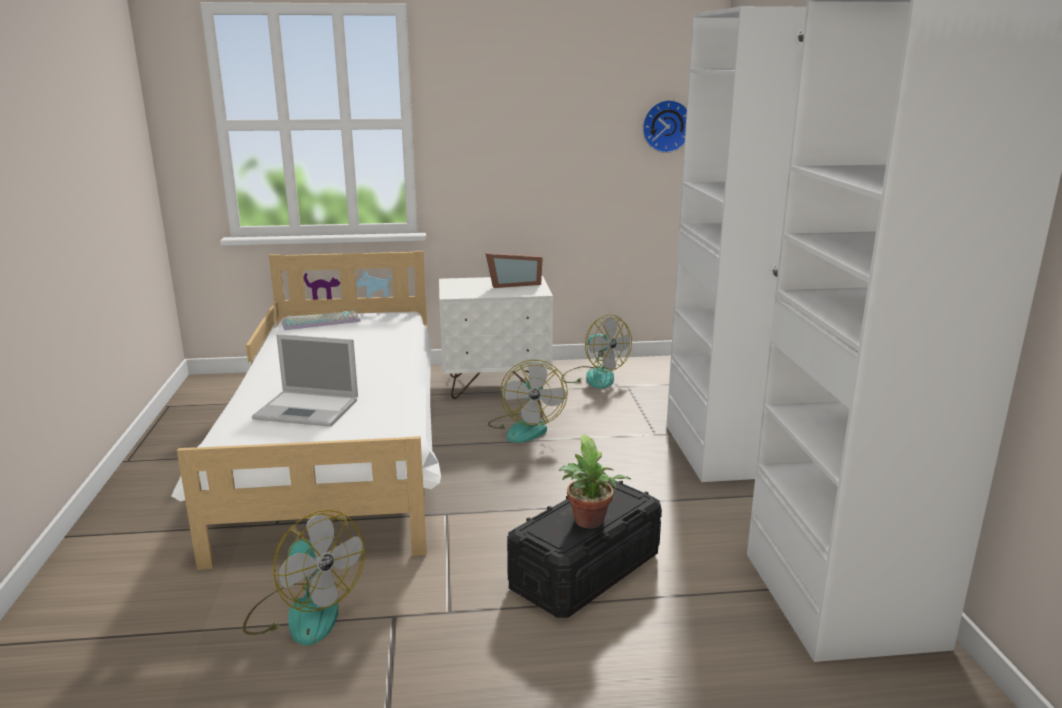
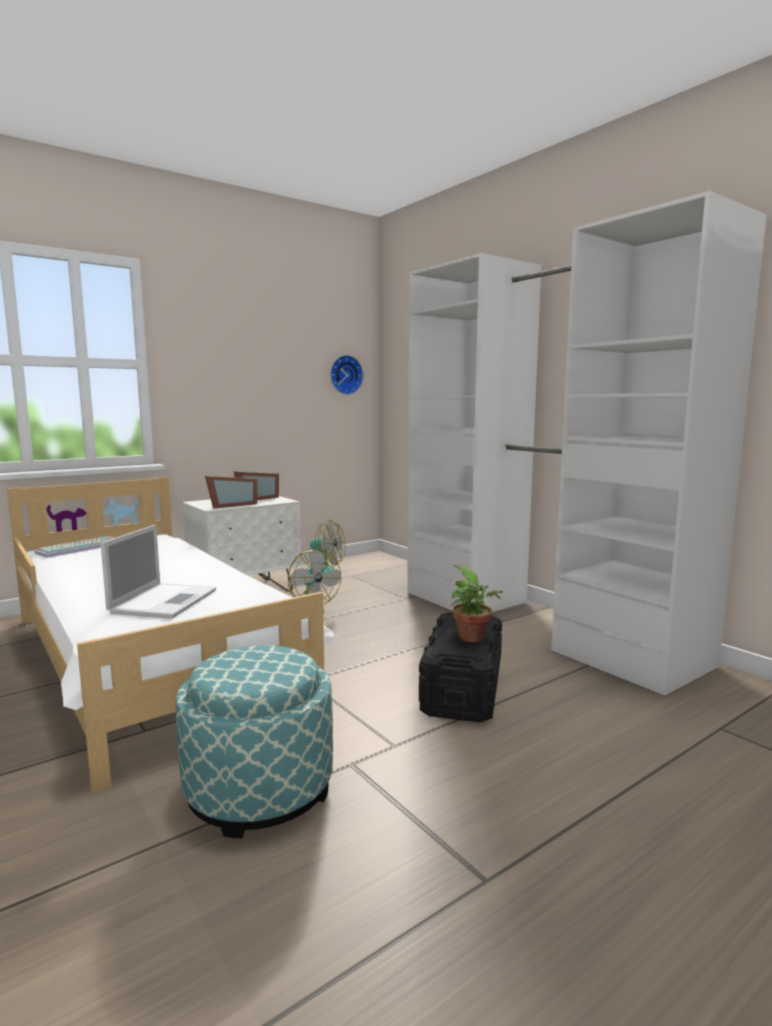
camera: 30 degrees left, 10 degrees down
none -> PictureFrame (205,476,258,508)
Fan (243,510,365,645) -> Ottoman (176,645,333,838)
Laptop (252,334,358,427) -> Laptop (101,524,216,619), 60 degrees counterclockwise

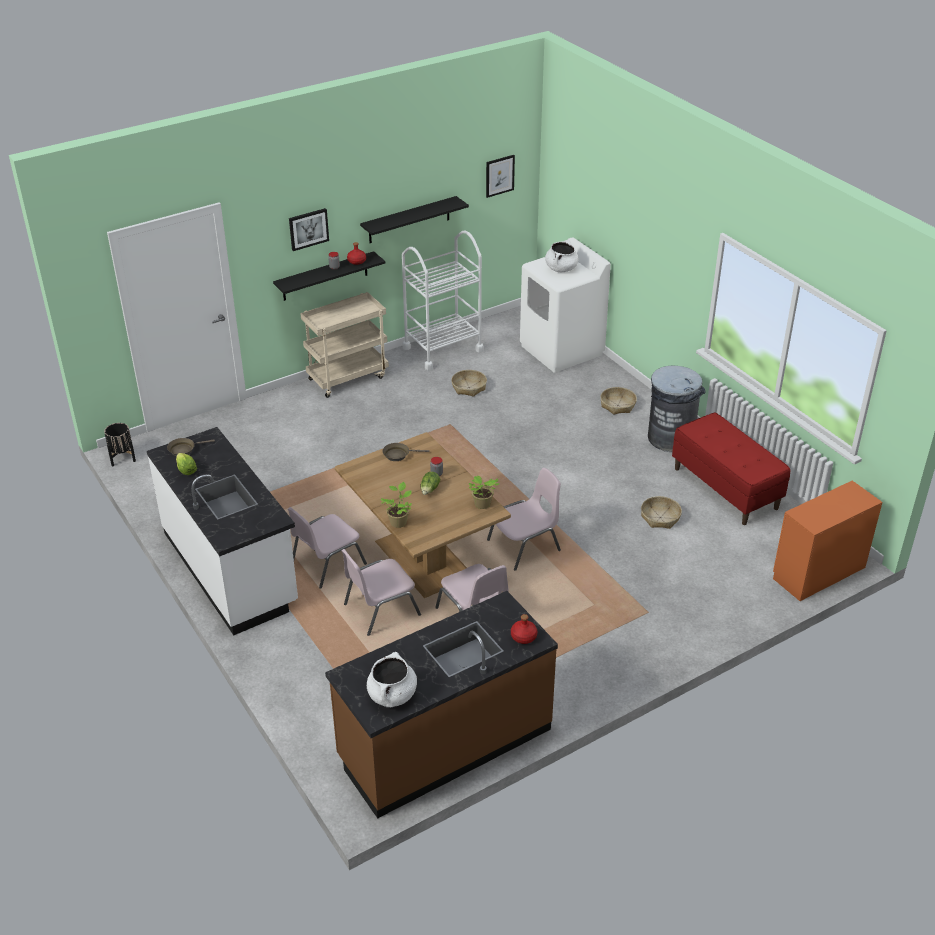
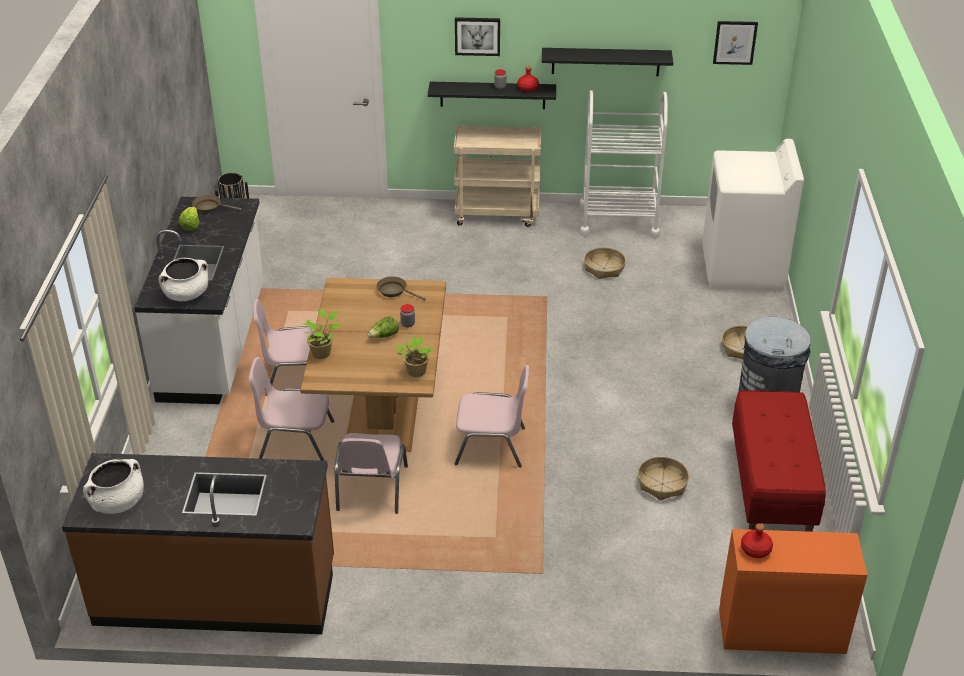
camera: 35 degrees right, 0 degrees up
RedBottle (511,614,538,644) -> RedBottle (741,524,773,558), relocated
WhiteCookingPot (545,240,579,272) -> WhiteCookingPot (159,258,208,301), relocated

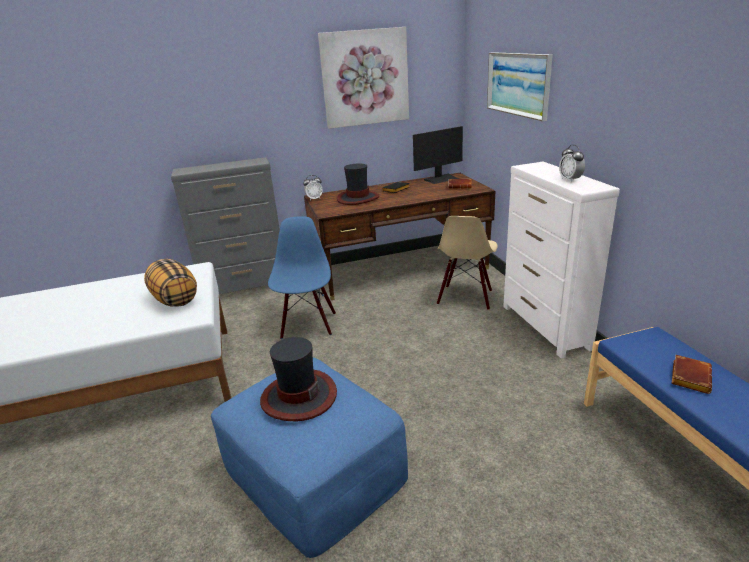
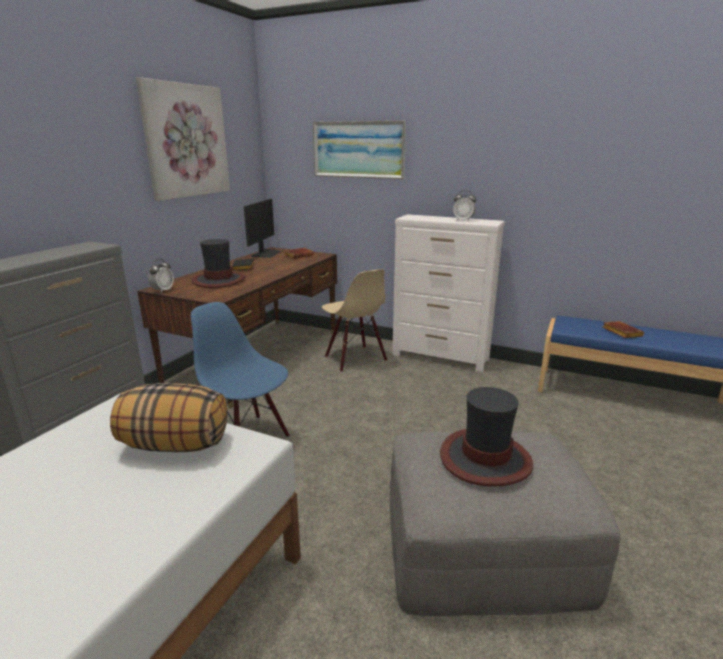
camera: 50 degrees left, 5 degrees down
BlueOttoman (211,358,408,558) -> GreyOttoman (390,432,620,616)

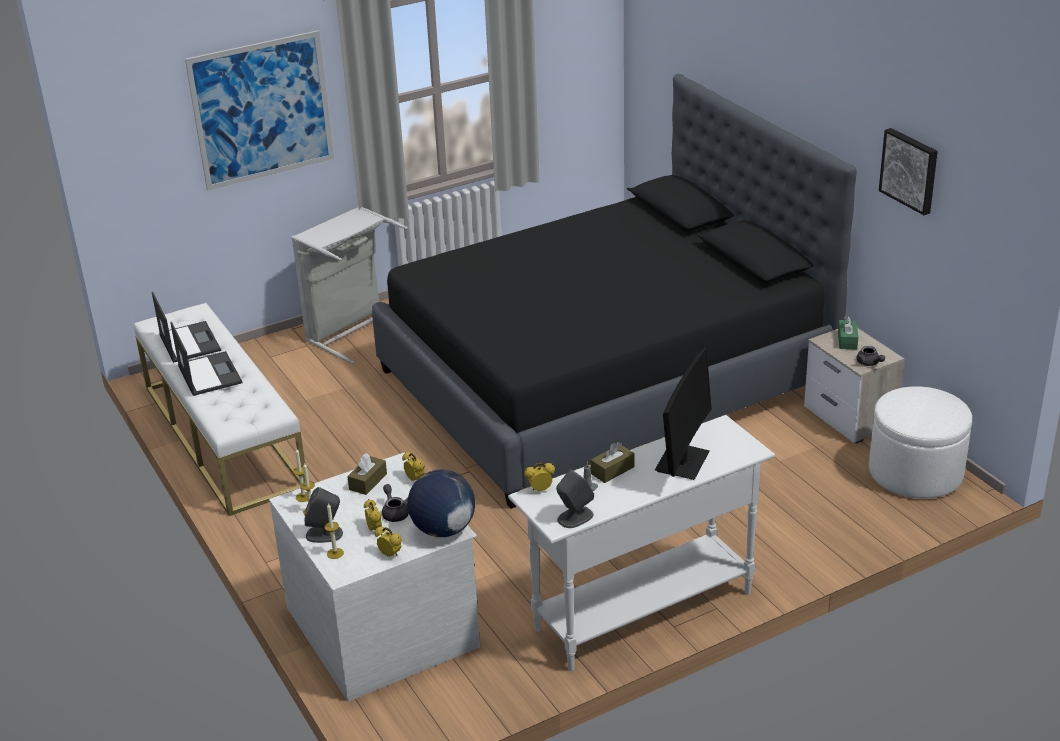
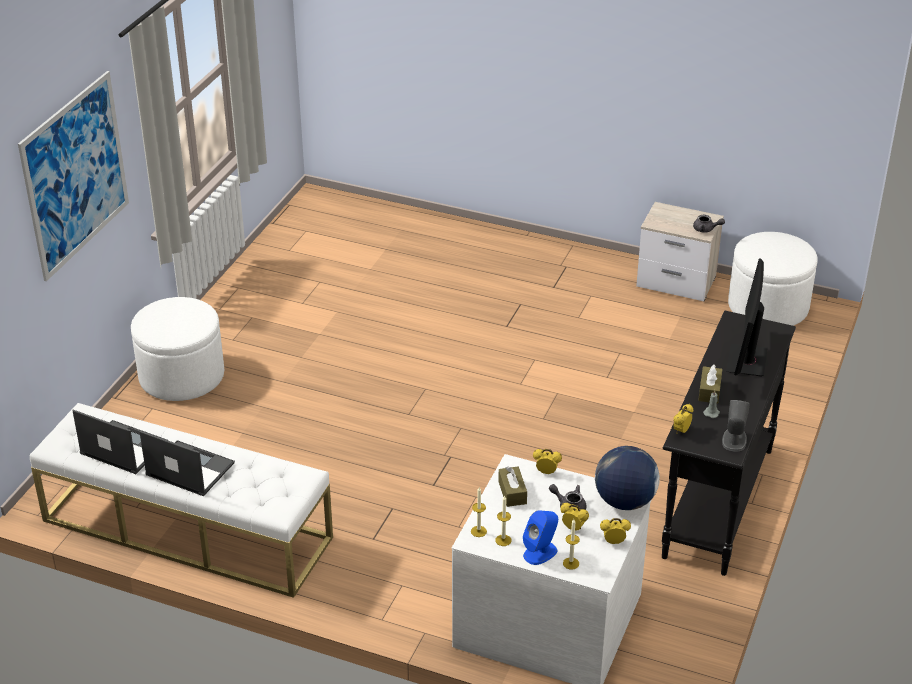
camera: 40 degrees left, 5 degrees up
BlackBed (372,74,857,509) -> none
GreenTissueBox (838,316,858,350) -> none
Picture (879,128,938,215) -> none
GreyLaundryBasket (291,206,408,364) -> WhiteOttoman (131,297,224,401)
GreySpeaker (304,487,343,543) -> BlueSpeaker (523,510,558,565)
WhiteConsoleTable (508,415,775,671) -> BlackConsoleTable (662,311,796,576)
Monitor (655,348,712,480) -> Monitor (726,258,768,377), 150 degrees counterclockwise

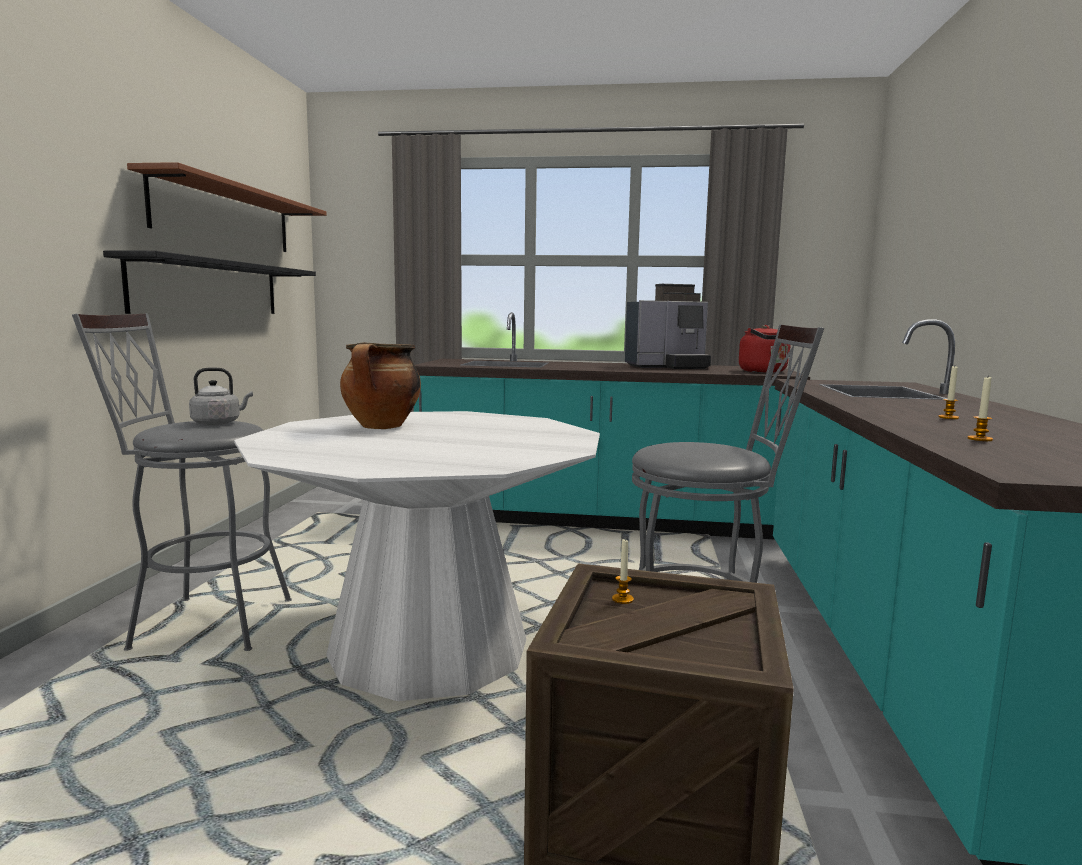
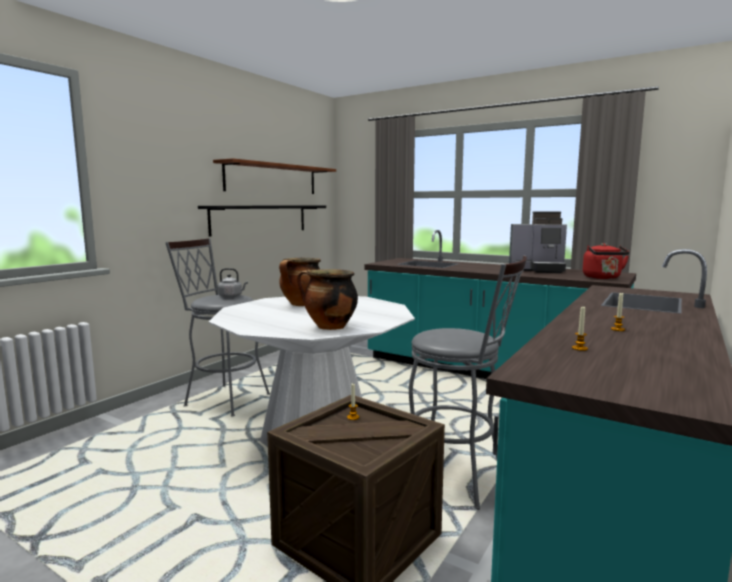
camera: 25 degrees right, 0 degrees up
none -> CookingPot (297,269,358,330)

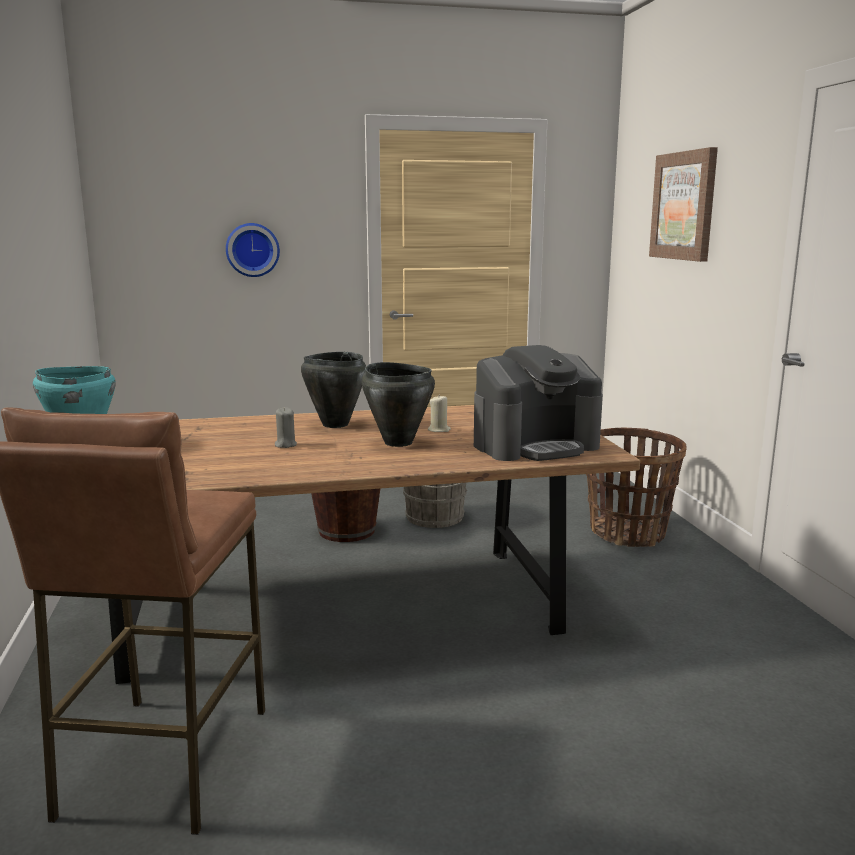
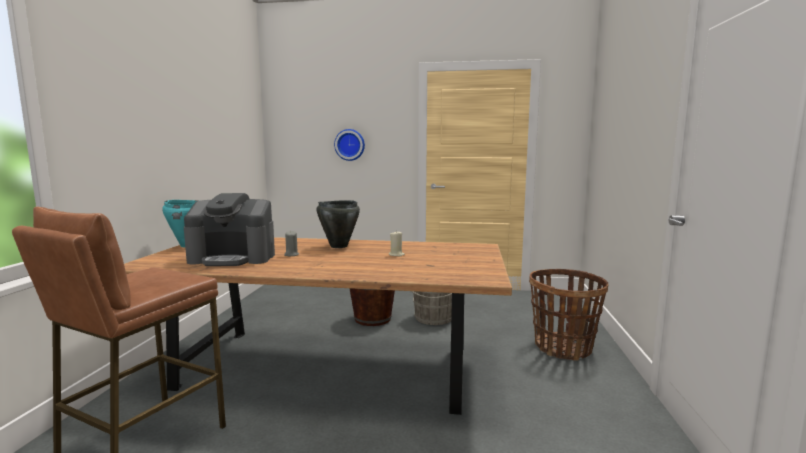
camera: 20 degrees right, 5 degrees down
BlackCookingPot (361,362,435,447) -> none
Picture (649,147,718,262) -> none
CoffeeMachine (474,345,603,461) -> CoffeeMachine (184,193,275,266), relocated

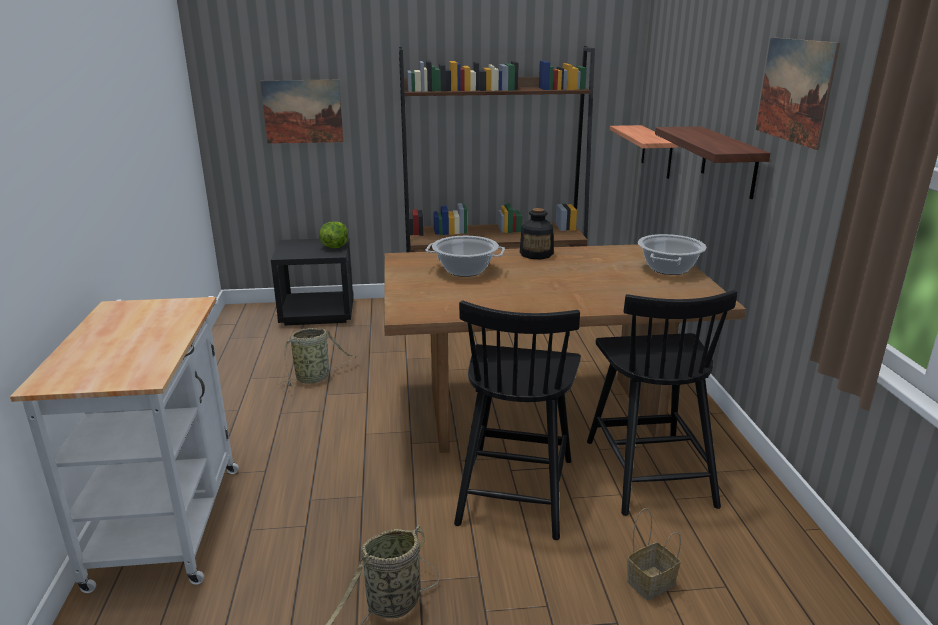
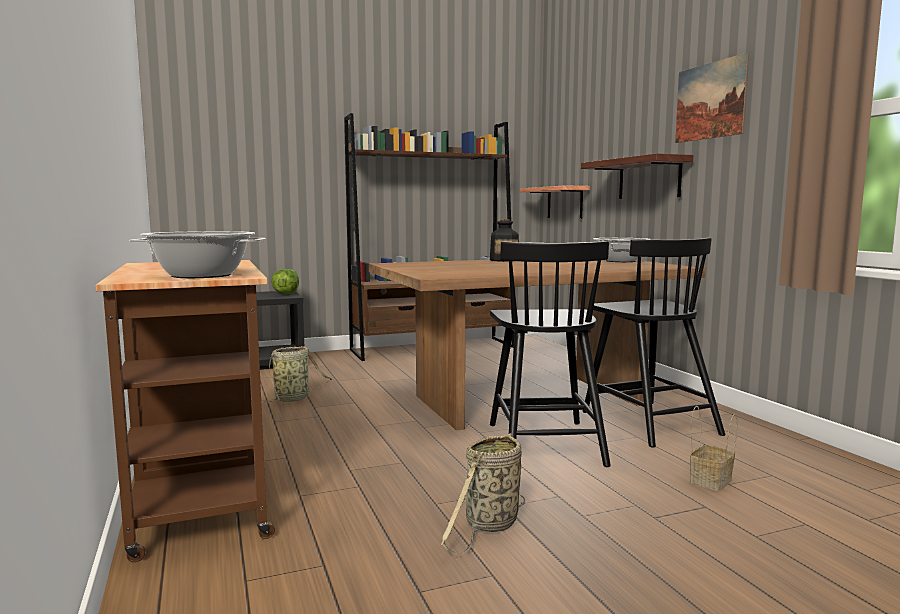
camera: 15 degrees left, 15 degrees down
Picture (260,80,344,144) -> none
CookingPot (425,236,505,277) -> CookingPot (129,231,266,278), relocated
WhiteCart (10,296,239,593) -> BrownCart (96,260,275,562)

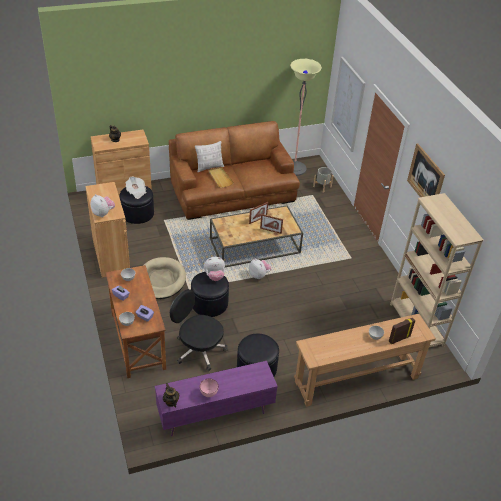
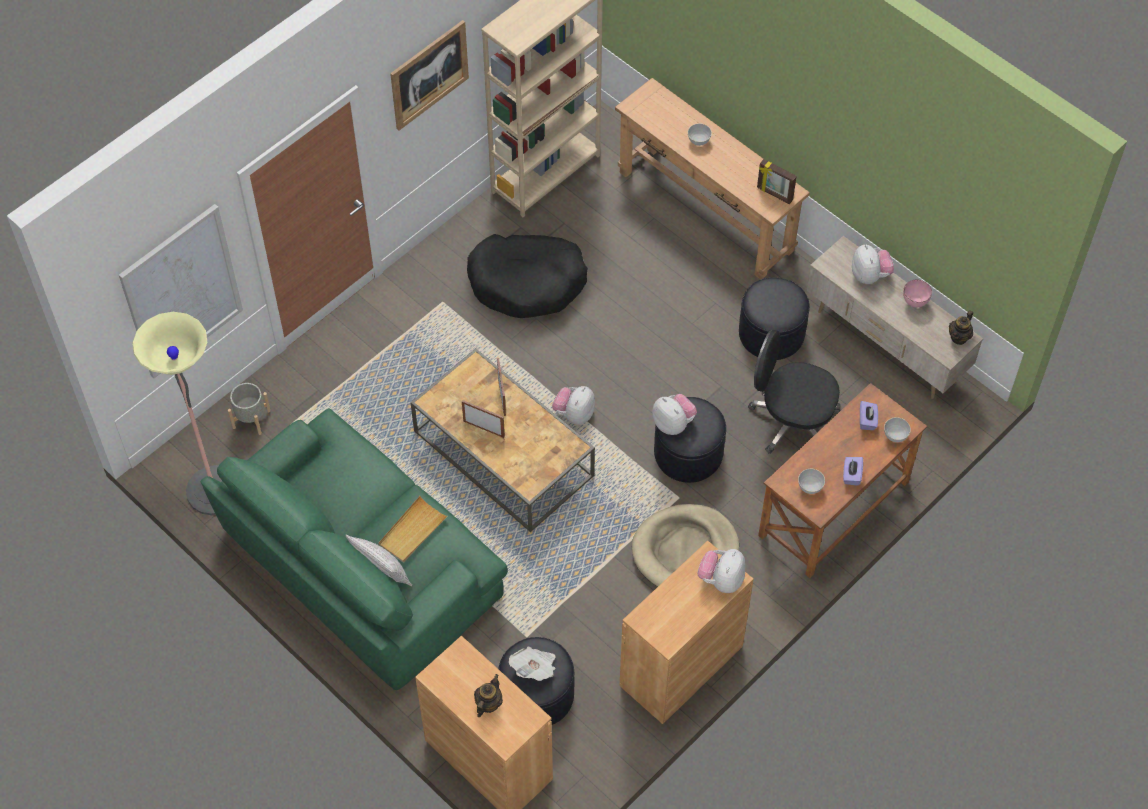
camera: 115 degrees left, 15 degrees up
none -> BlackDogBed (467,234,588,318)
none -> PlushToy (852,244,894,284)
PictureFrame (389,318,415,344) -> PictureFrame (757,159,797,204), relocated
PurpleTvStand (155,361,278,437) -> BeigeTvStand (806,236,984,399)
BrownSofa (169,121,300,220) -> GreenSofa (200,408,508,690)
BlackOfficeChair (170,289,228,371) -> BlackOfficeChair (748,330,841,454), 105 degrees clockwise

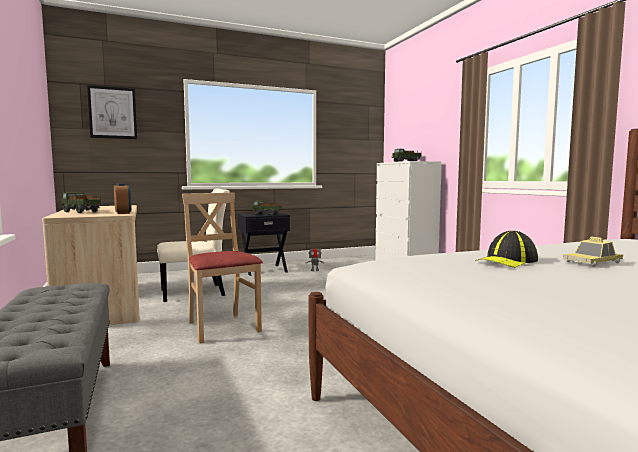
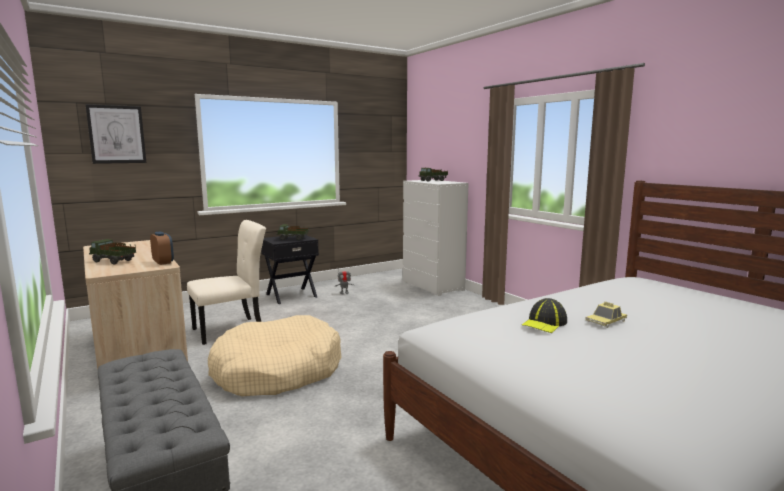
camera: 10 degrees left, 5 degrees up
BeigeChair (182,193,263,344) -> BeigeDogBed (208,315,342,396)

